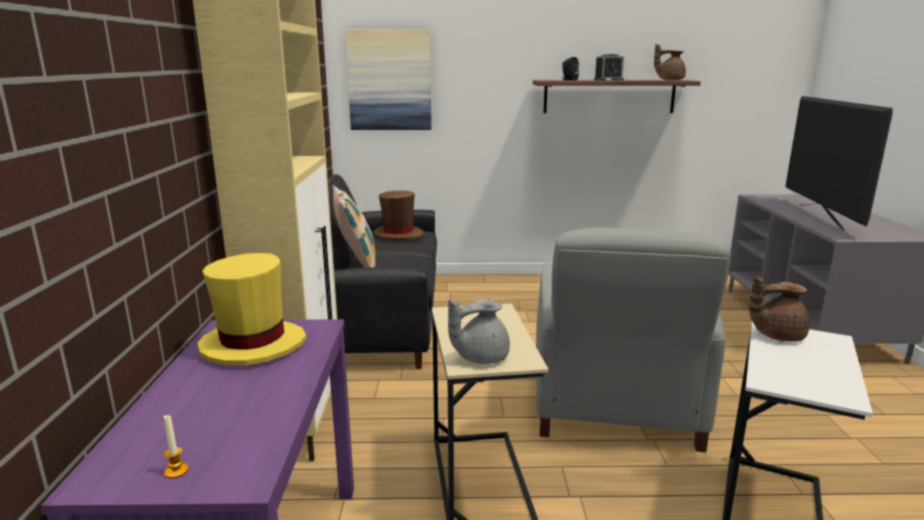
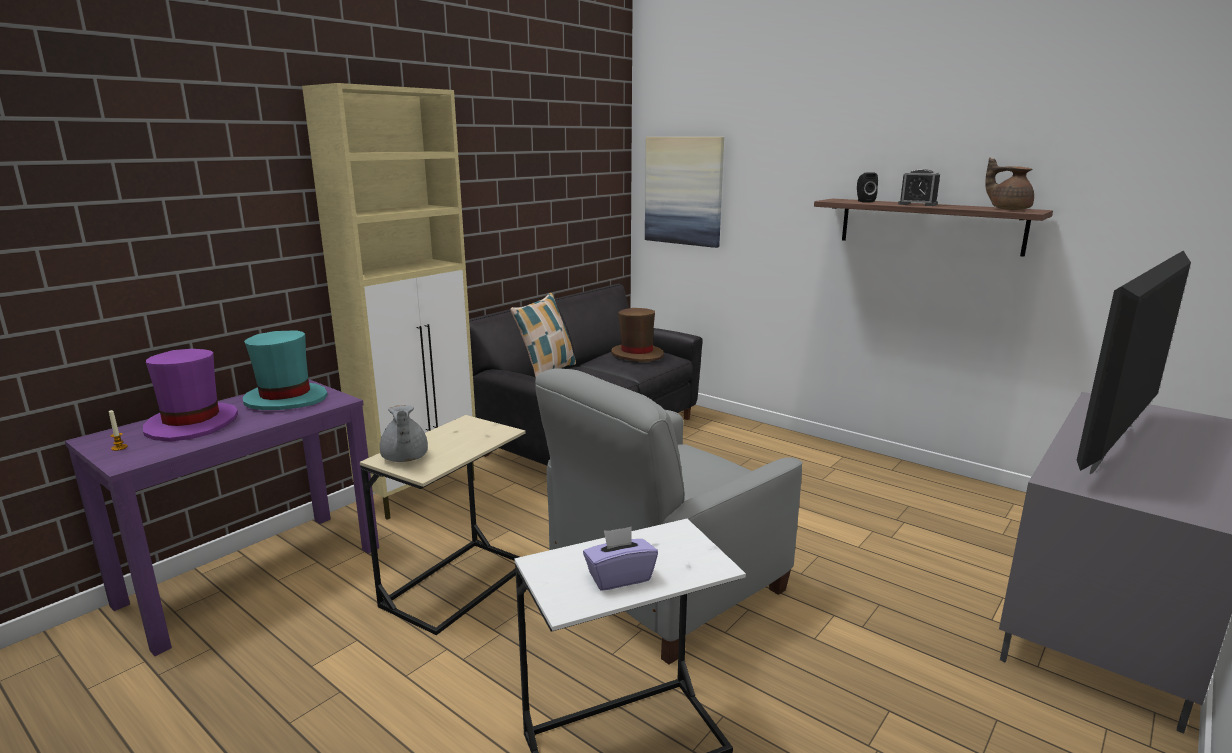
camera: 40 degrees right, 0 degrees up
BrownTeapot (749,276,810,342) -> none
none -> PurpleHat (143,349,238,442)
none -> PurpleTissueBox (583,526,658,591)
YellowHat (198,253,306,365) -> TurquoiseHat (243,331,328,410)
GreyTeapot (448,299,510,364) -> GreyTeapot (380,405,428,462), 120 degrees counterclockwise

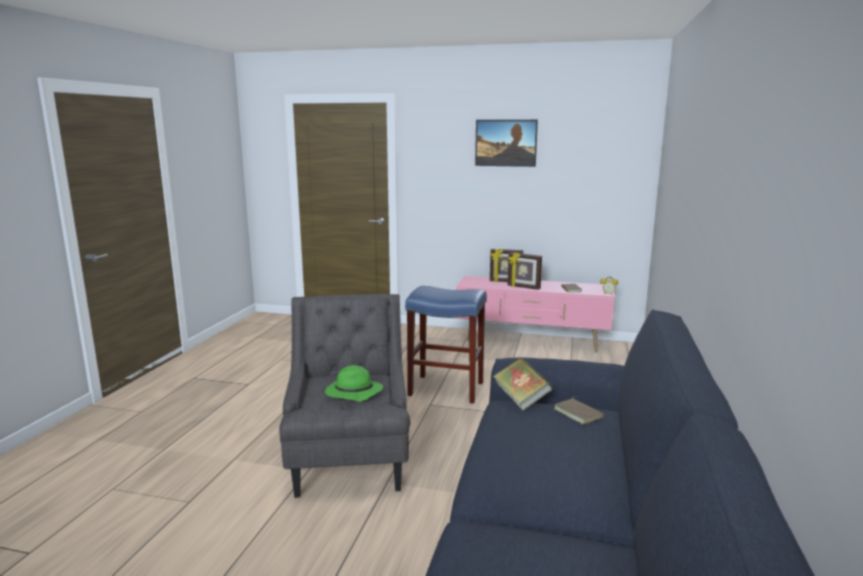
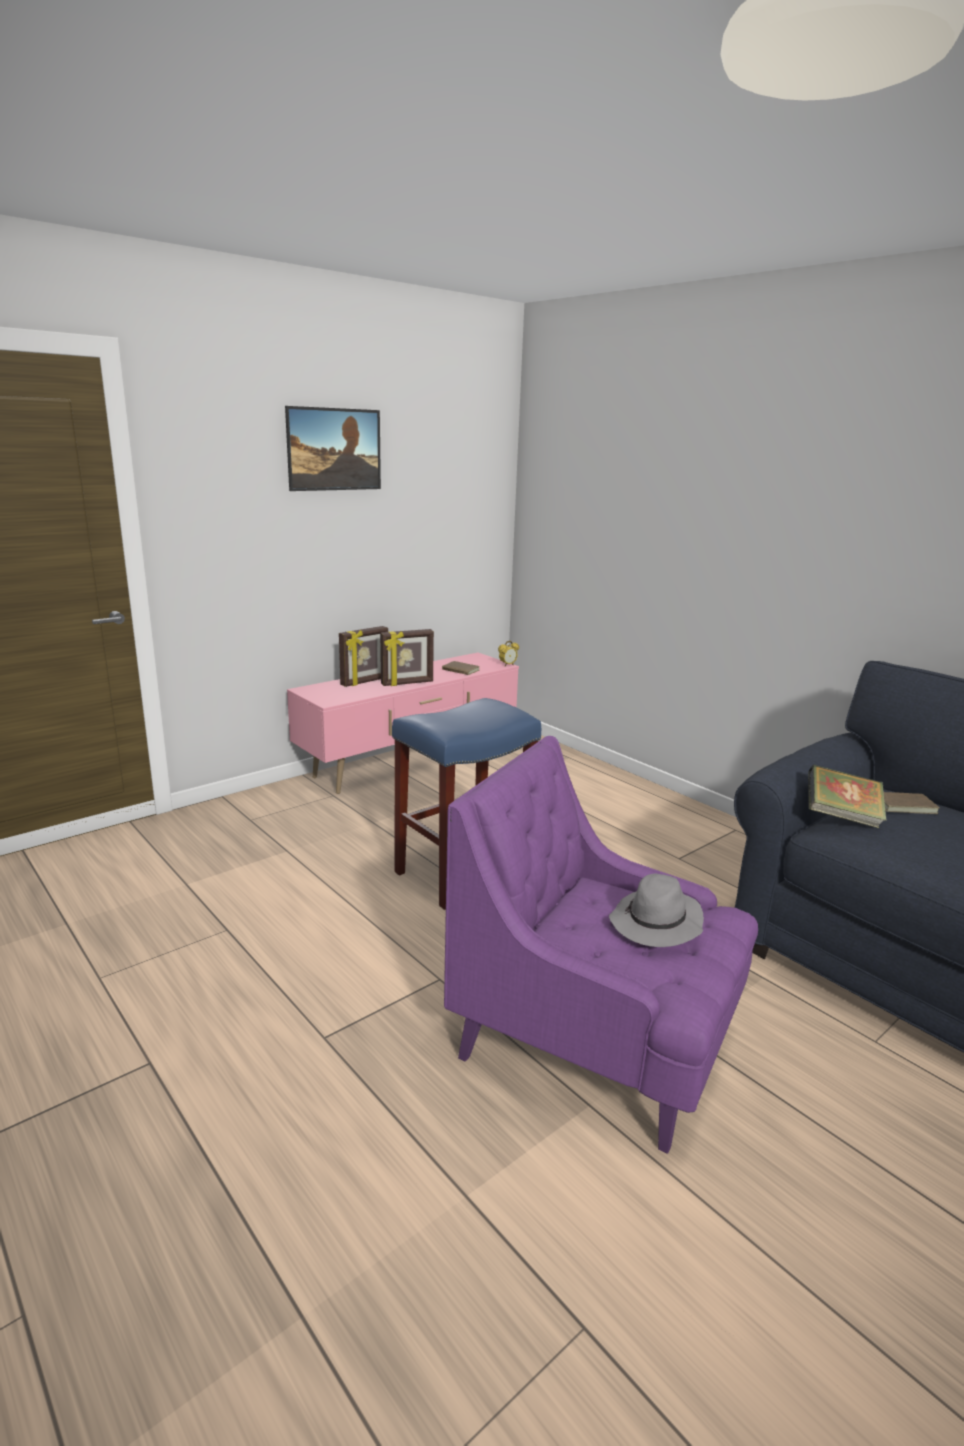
camera: 55 degrees left, 5 degrees up
GreyArmchair (279,294,411,498) -> PurpleArmchair (444,736,758,1154)
GreenHat (325,365,383,401) -> GreyHat (609,874,704,947)

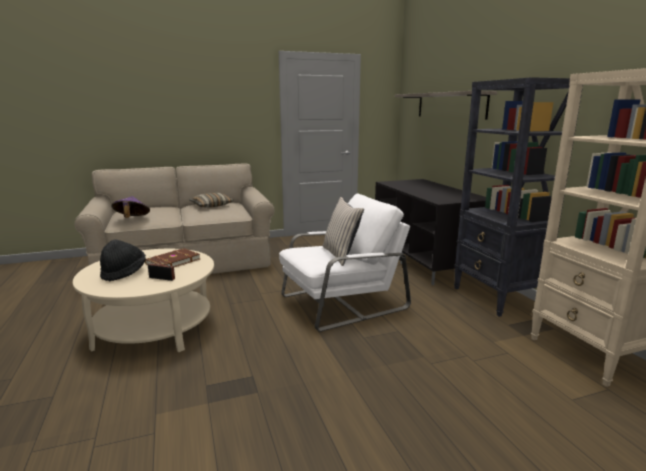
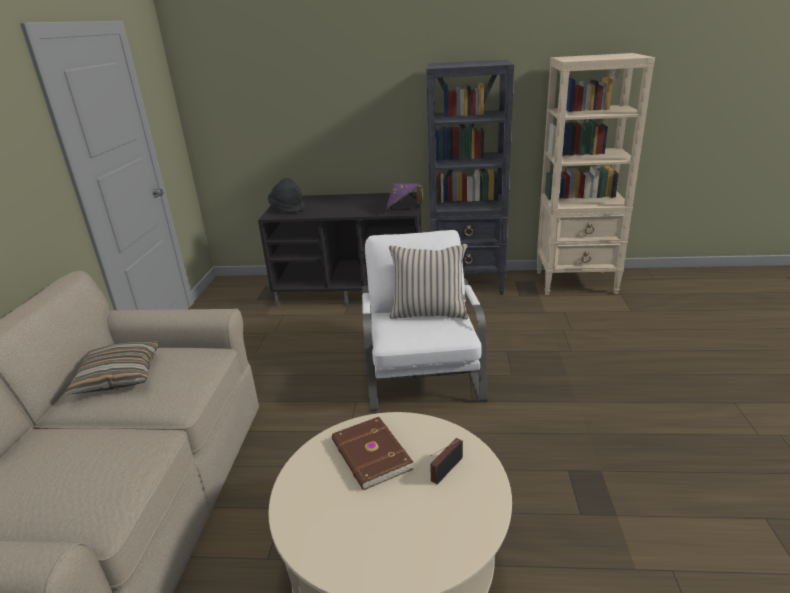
camera: 65 degrees left, 10 degrees up
Shelf (395,91,497,119) -> none
BlackHat (100,239,146,281) -> BlackHat (268,178,305,213), relocated
PurpleHat (112,196,150,218) -> PurpleHat (386,183,423,211), relocated

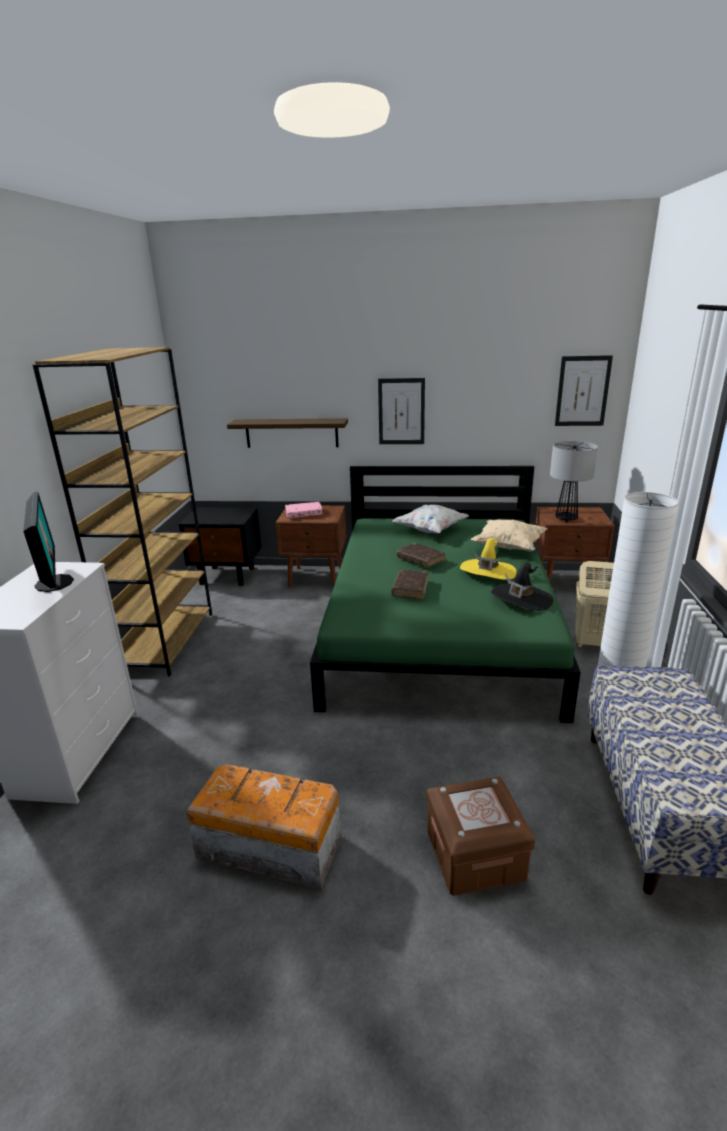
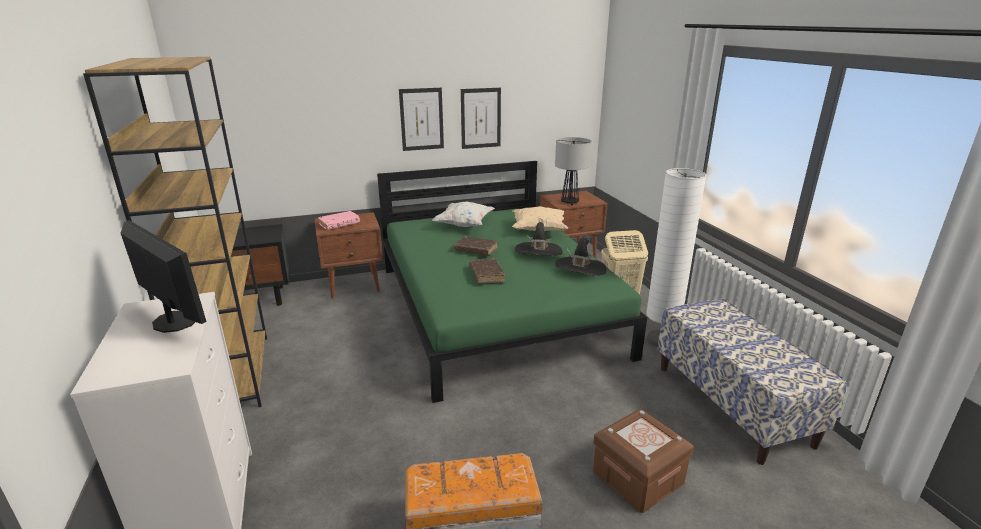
camera: 25 degrees left, 0 degrees up
Shelf (227,418,348,448) -> none
Picture (555,355,613,426) -> Picture (461,88,501,149), relocated
YellowHat (460,538,517,580) -> BlackHat (515,222,563,256)

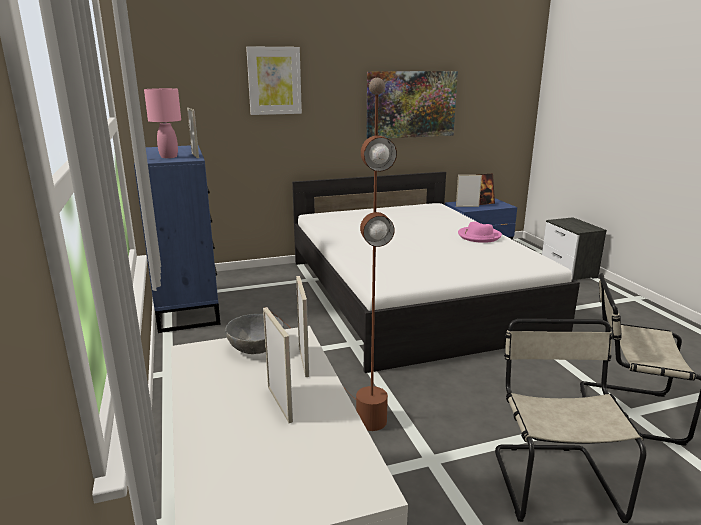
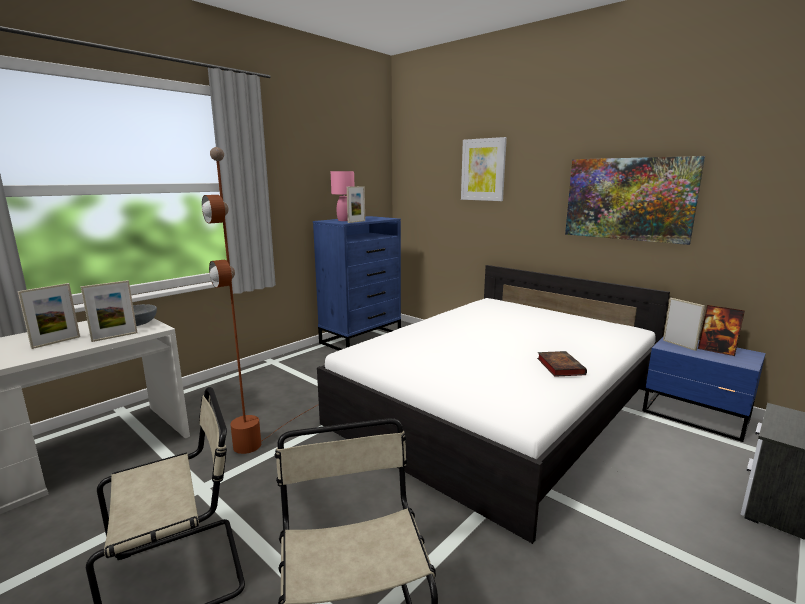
camera: 60 degrees right, 5 degrees down
PinkHat (458,222,502,243) -> Book (537,351,587,377)

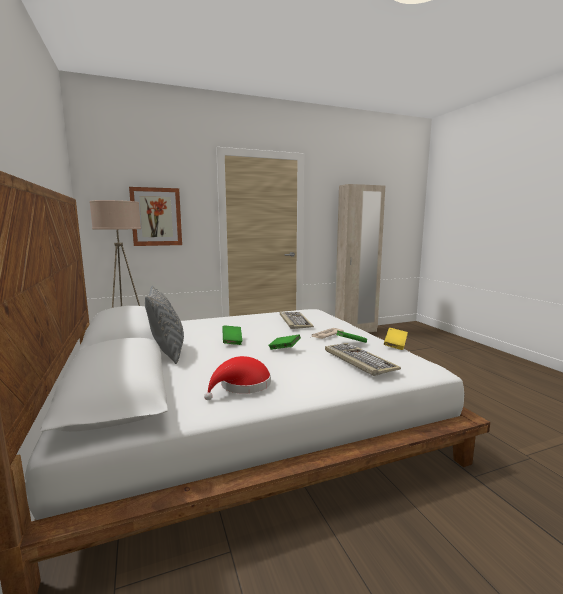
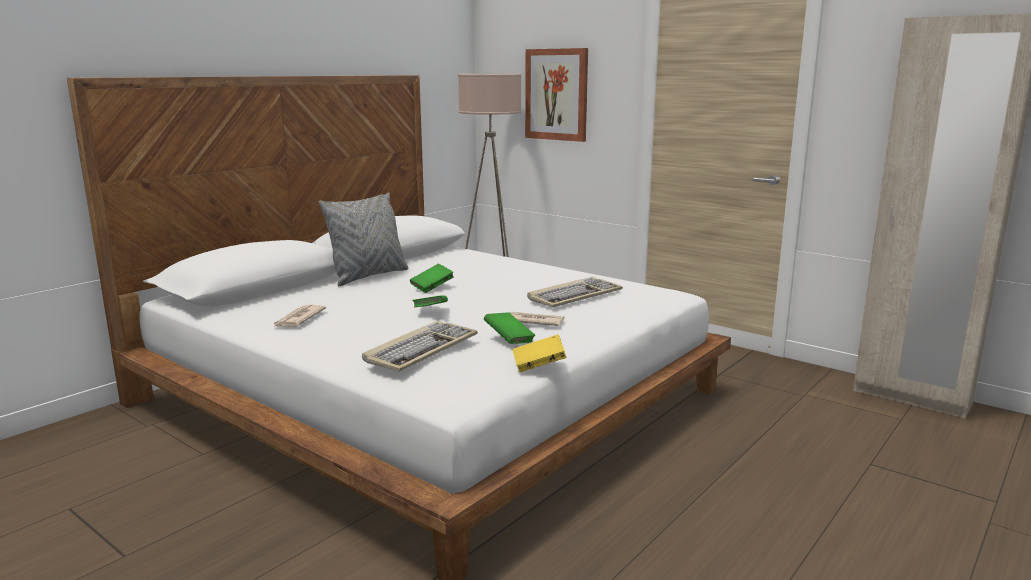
camera: 60 degrees right, 5 degrees up
RedHat (204,356,271,400) -> Newspaper (272,305,326,328)

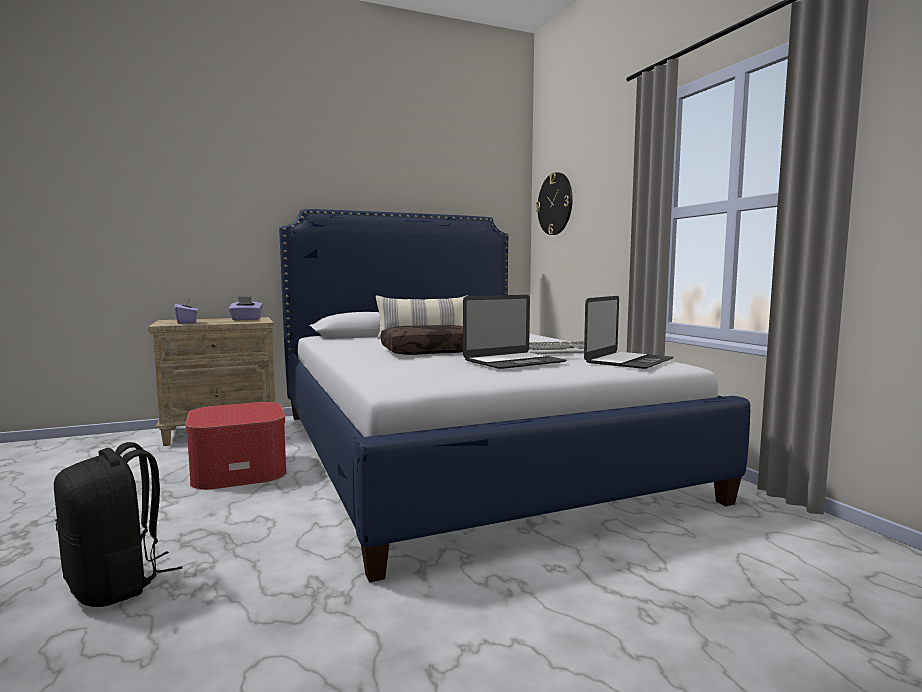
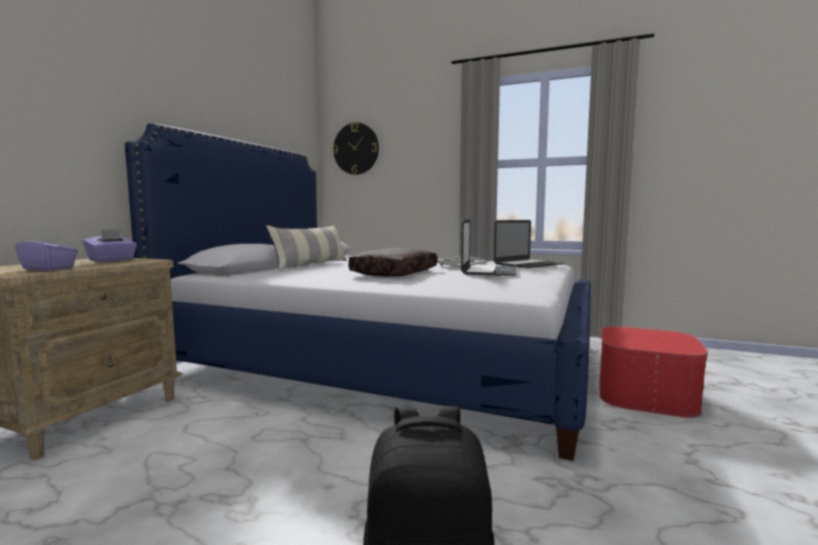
camera: 45 degrees left, 0 degrees up
Ottoman (185,402,287,490) -> Ottoman (599,327,708,417), relocated
Laptop (584,296,673,369) -> Laptop (494,220,563,268), 60 degrees clockwise

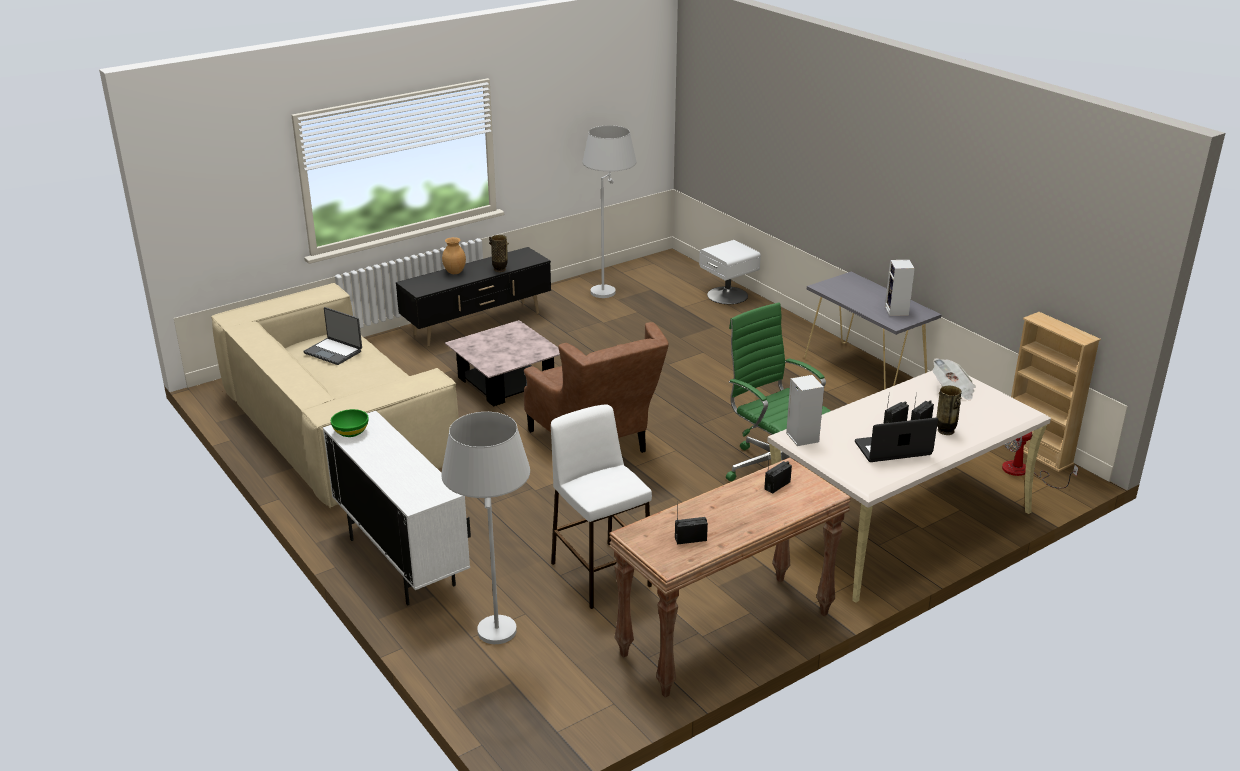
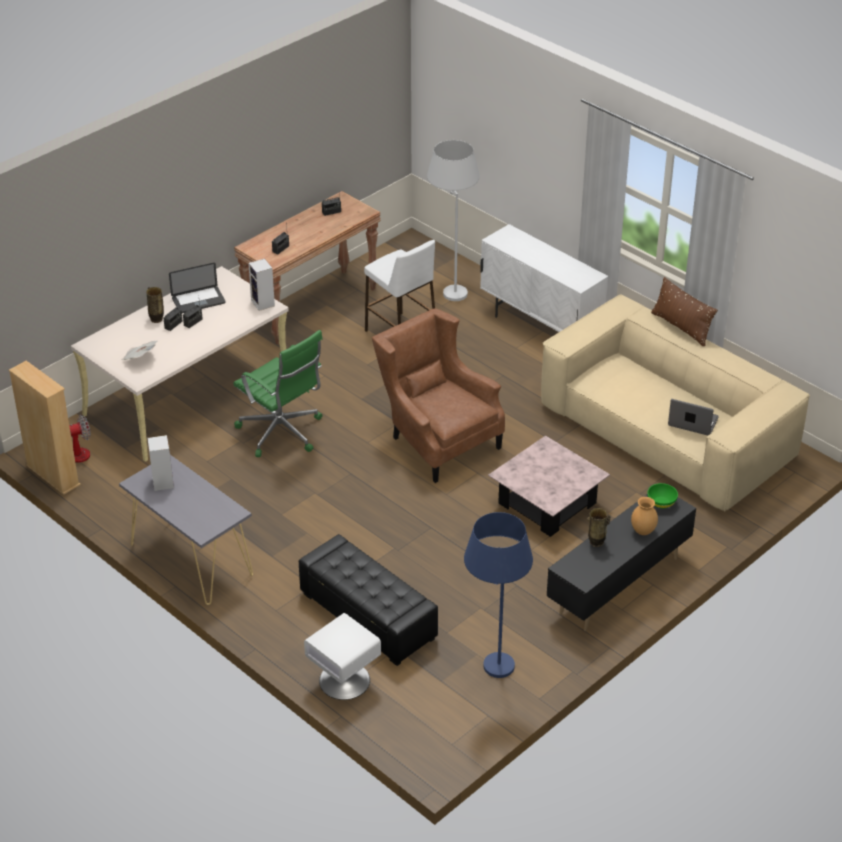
camera: 170 degrees right, 10 degrees up
none -> BlackOttoman (299,534,438,666)
none -> BrownPillow (651,277,718,347)
GreenBowl (331,409,369,437) -> GreenBowl (647,483,678,508), relocated
WhiteFloorLamp (582,125,636,298) -> BlueFloorLamp (464,512,533,678)

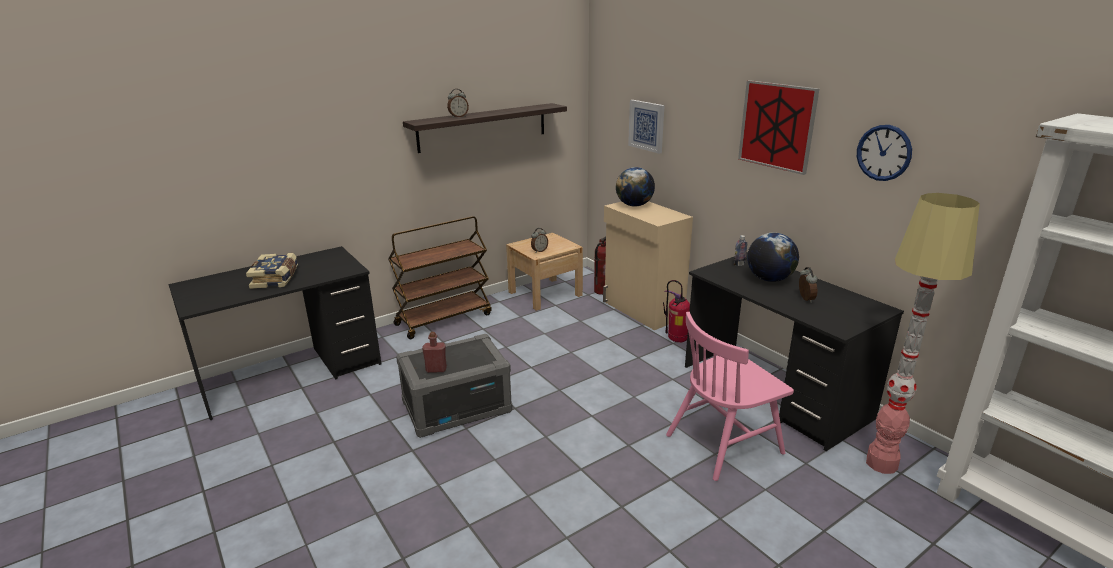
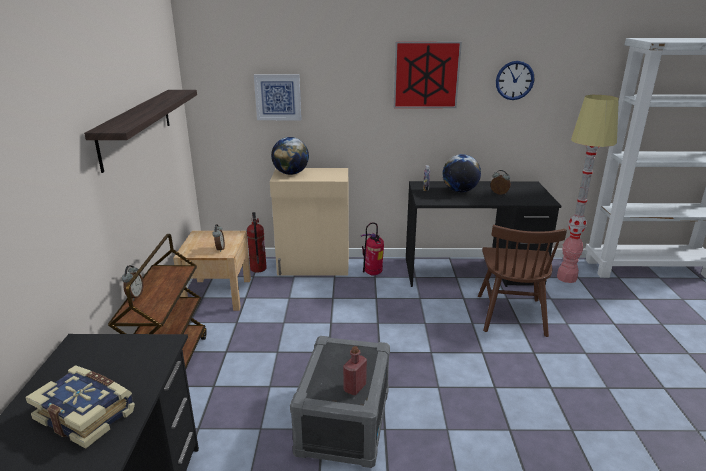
camera: 55 degrees left, 0 degrees up
AlarmClock (447,89,469,118) -> AlarmClock (122,265,143,301), relocated
PinkChair (666,312,794,481) -> BrownChair (478,225,567,337)

